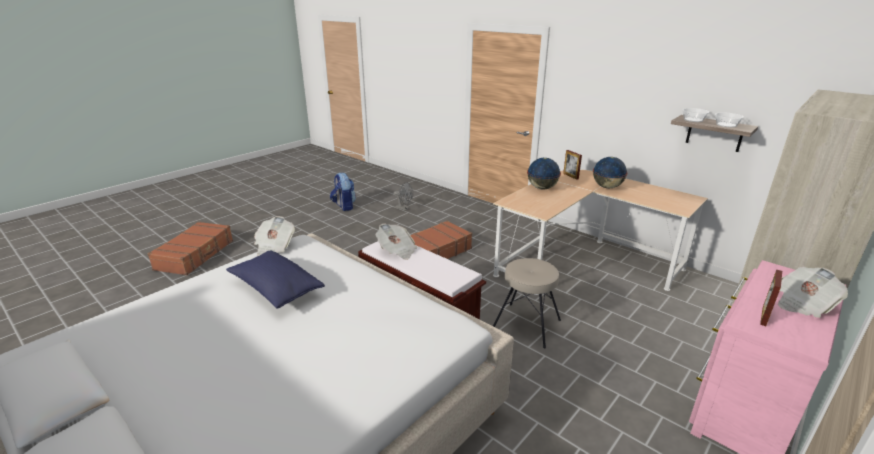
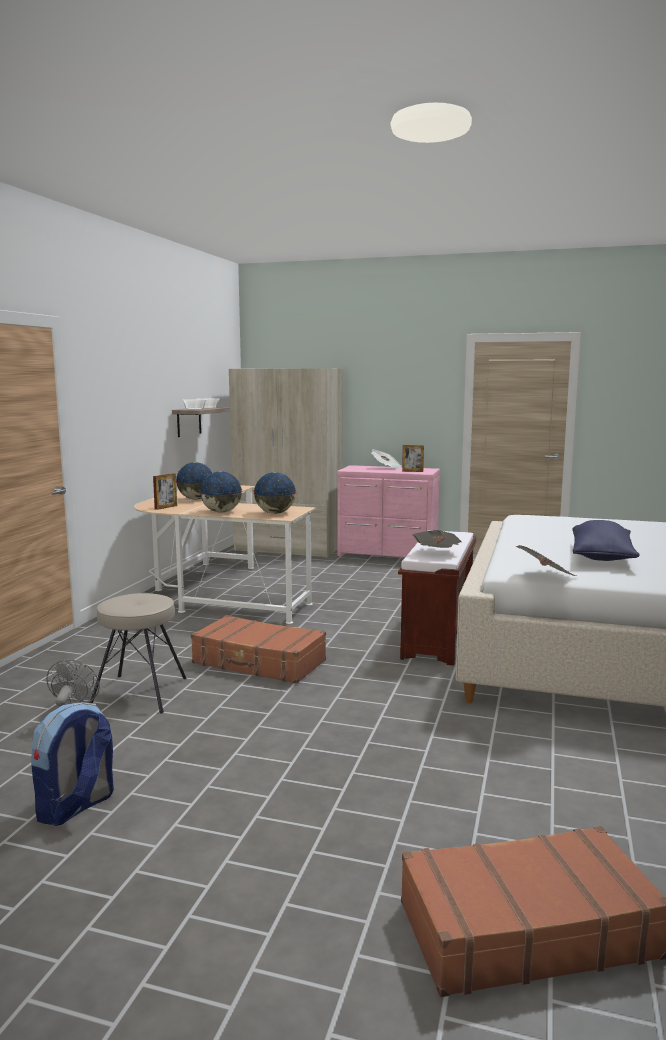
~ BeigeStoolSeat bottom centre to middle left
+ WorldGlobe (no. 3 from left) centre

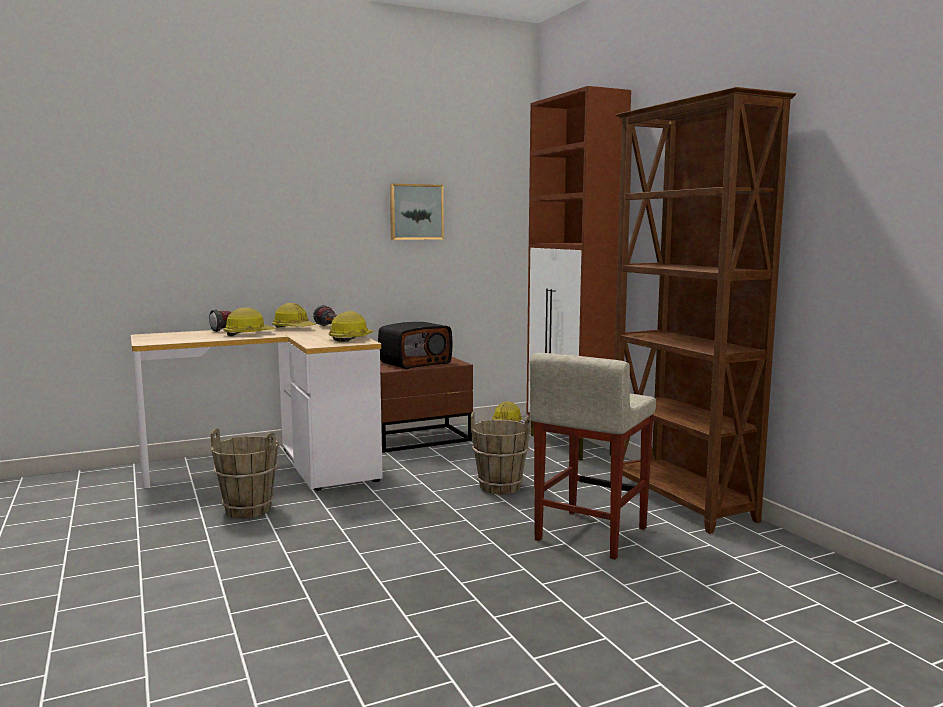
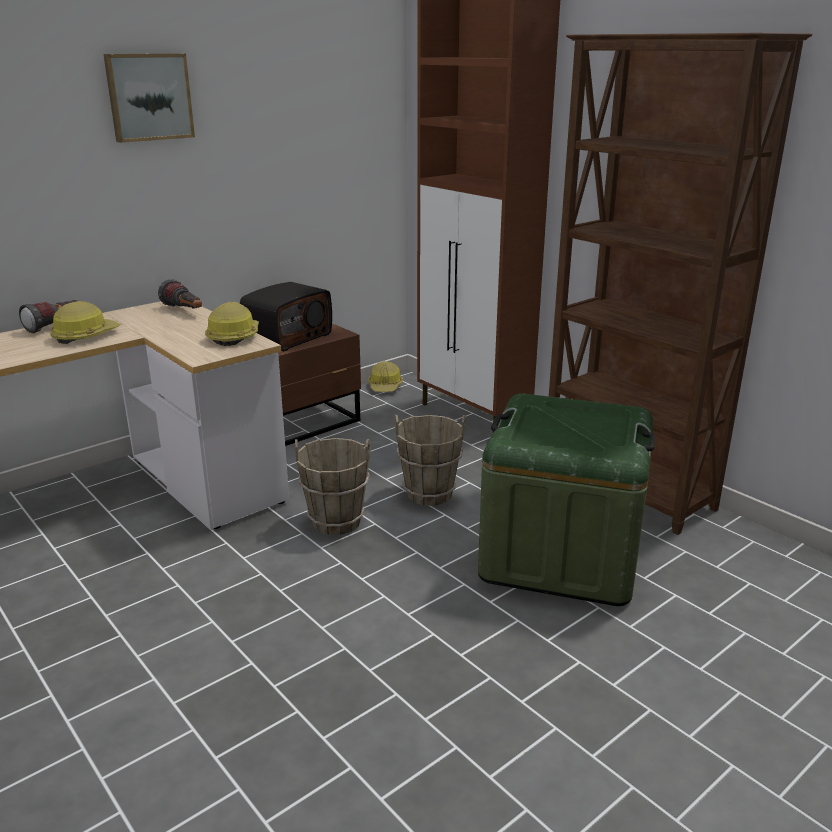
~ Picture top centre to top left
~ BrownishWaterBucket (no. 1 from left) bottom left to centre
~ BeigeStoolSeat centre to GreenColouredStorageBox middle right
- HardHat (no. 2 from left) middle left

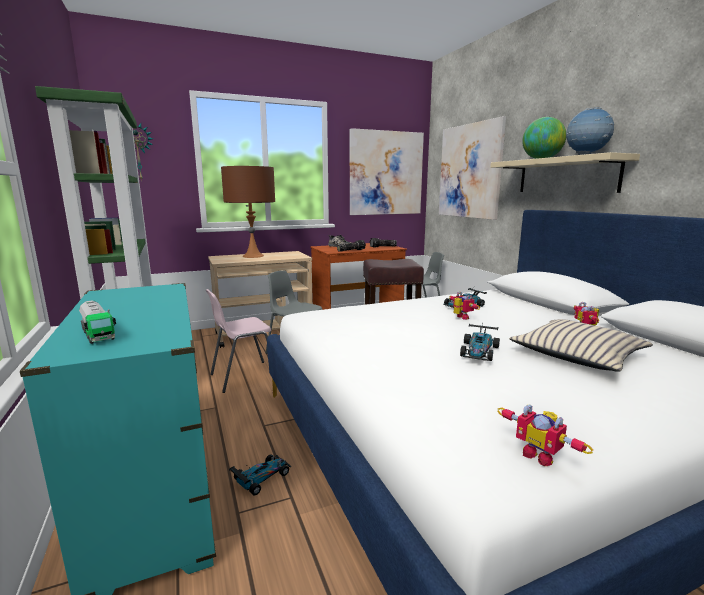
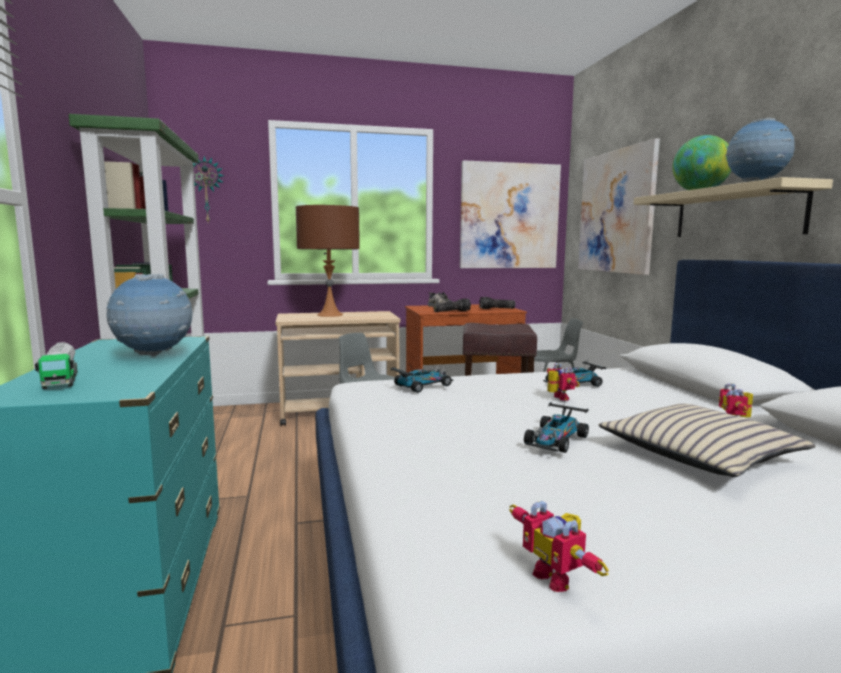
+ WorldGlobe (no. 1 from left) middle left
~ MiniatureCar (no. 1 from left) bottom centre to centre
- PinkUprightChair centre

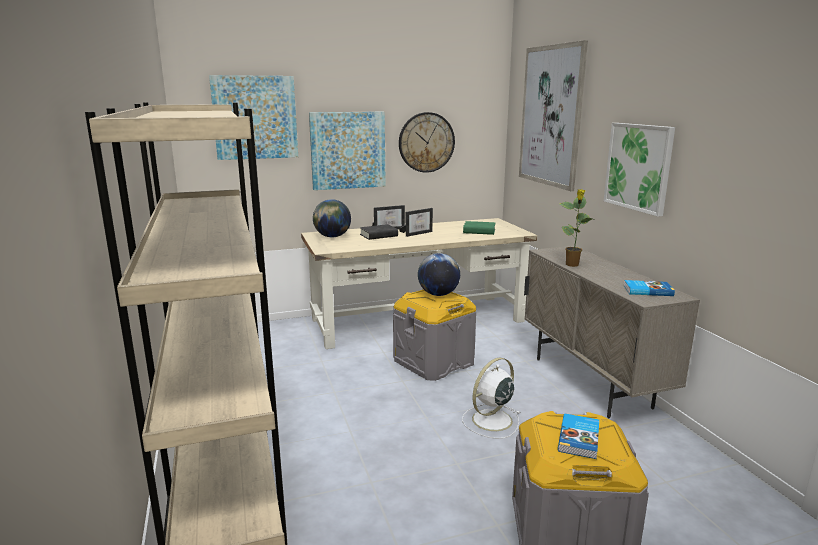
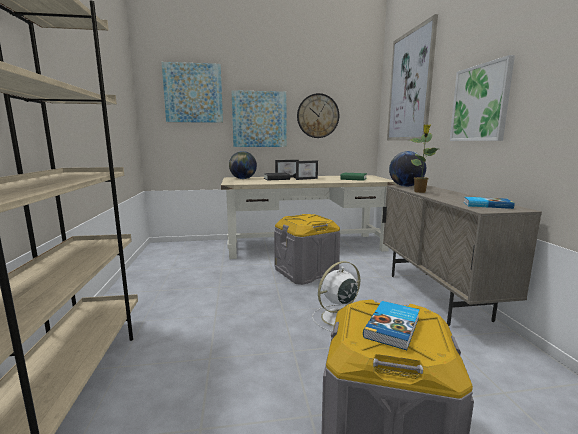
~ WorldGlobe (no. 2 from left) centre to middle right

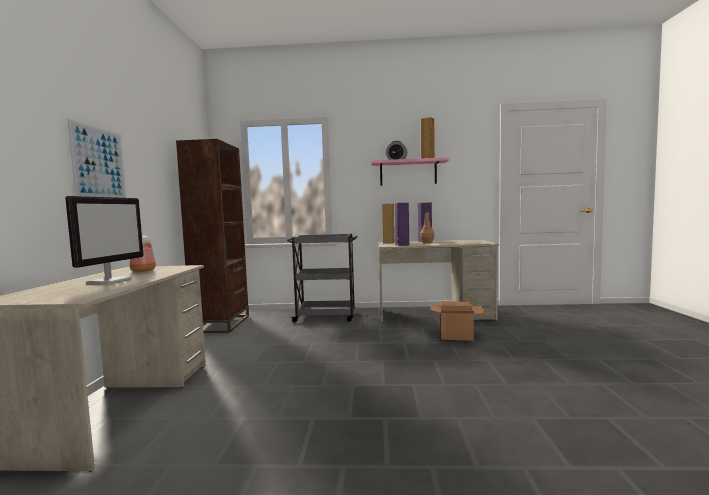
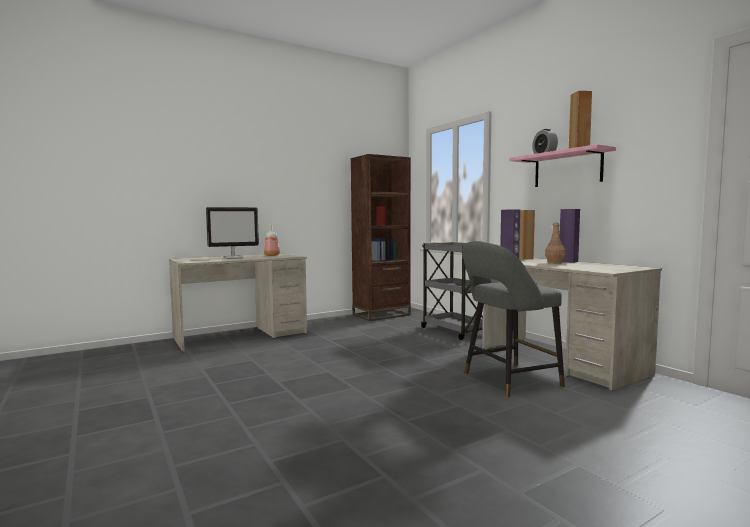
~ PackingBox centre to GreyishStoolSeat middle right
- Picture top left

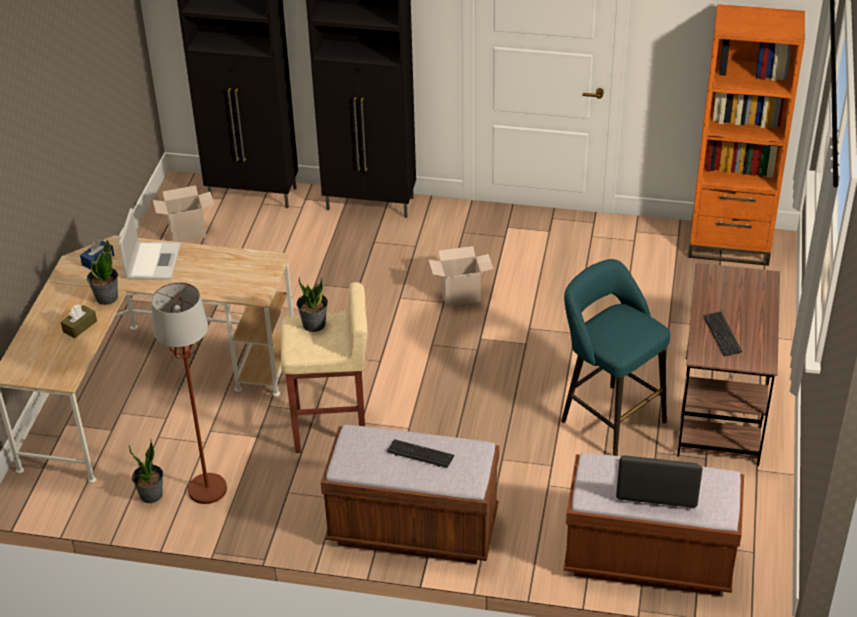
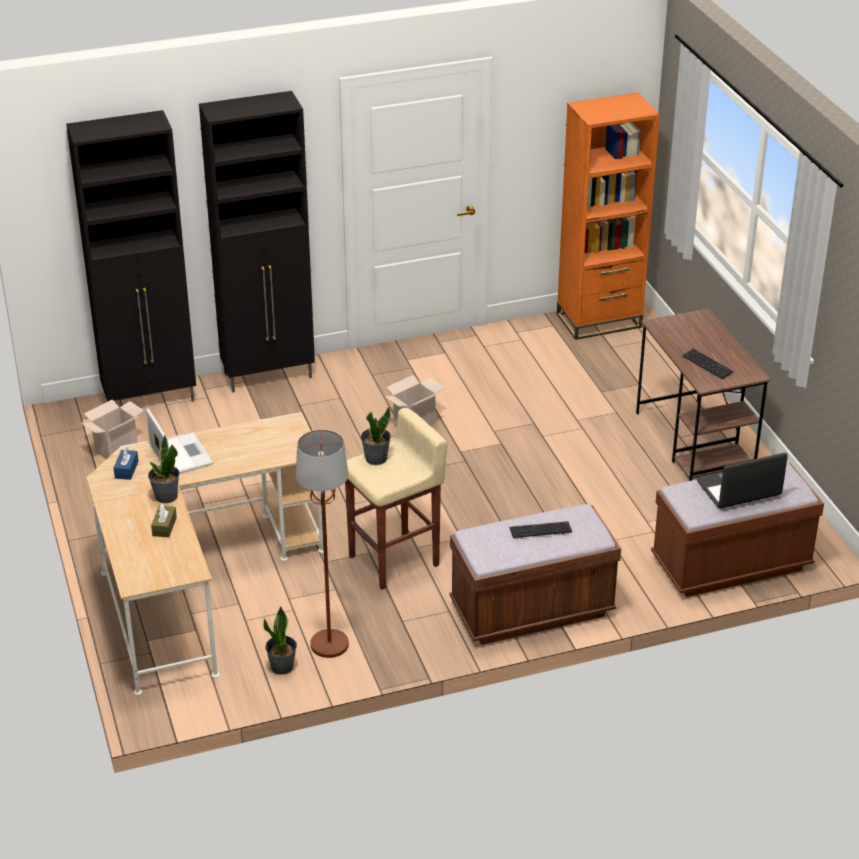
- BlueGreenStoolSeat middle right

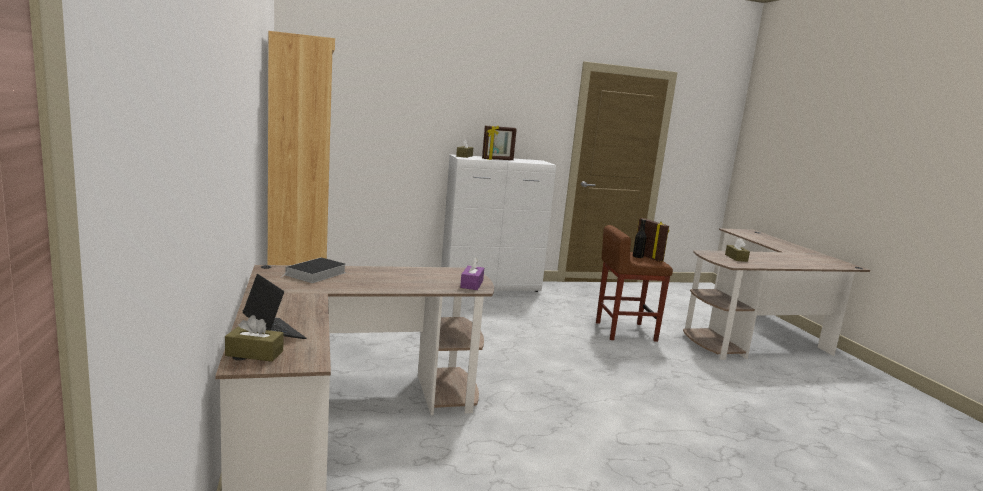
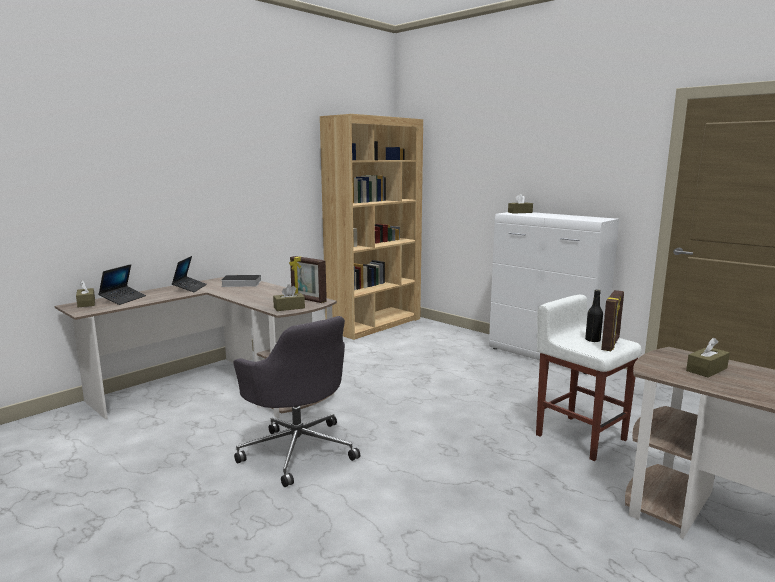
+ Laptop (no. 2 from left) middle left
+ GreyishOfficeChair bottom centre
~ PurpleColouredTissueBox centre to BrownishTissueBox (no. 2 from left) centre
~ PictureFrame (no. 1 from left) top centre to centre
~ BrownishStoolSeat centre to WhitishStoolSeat middle right

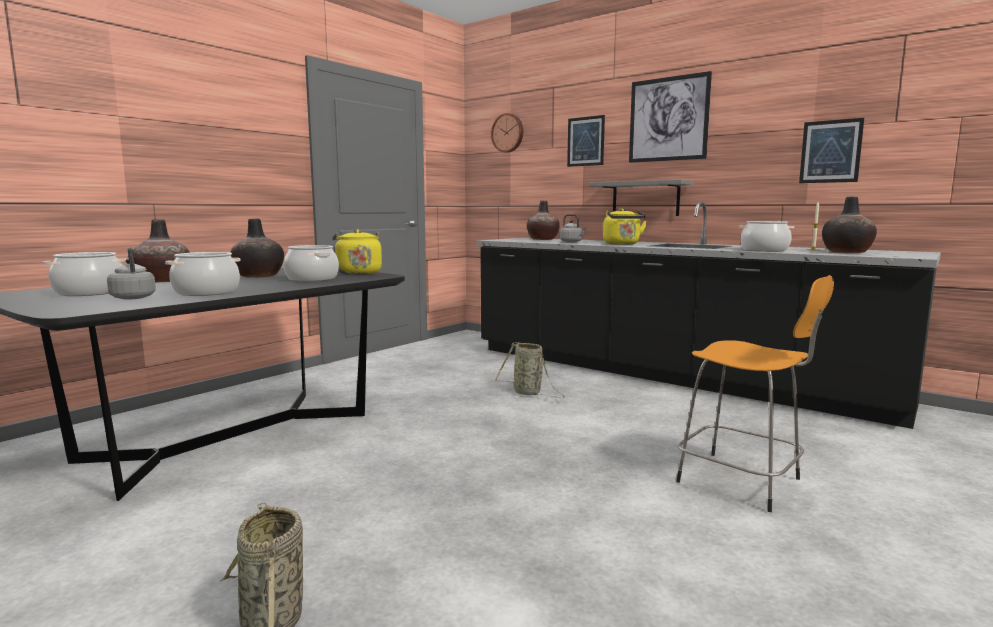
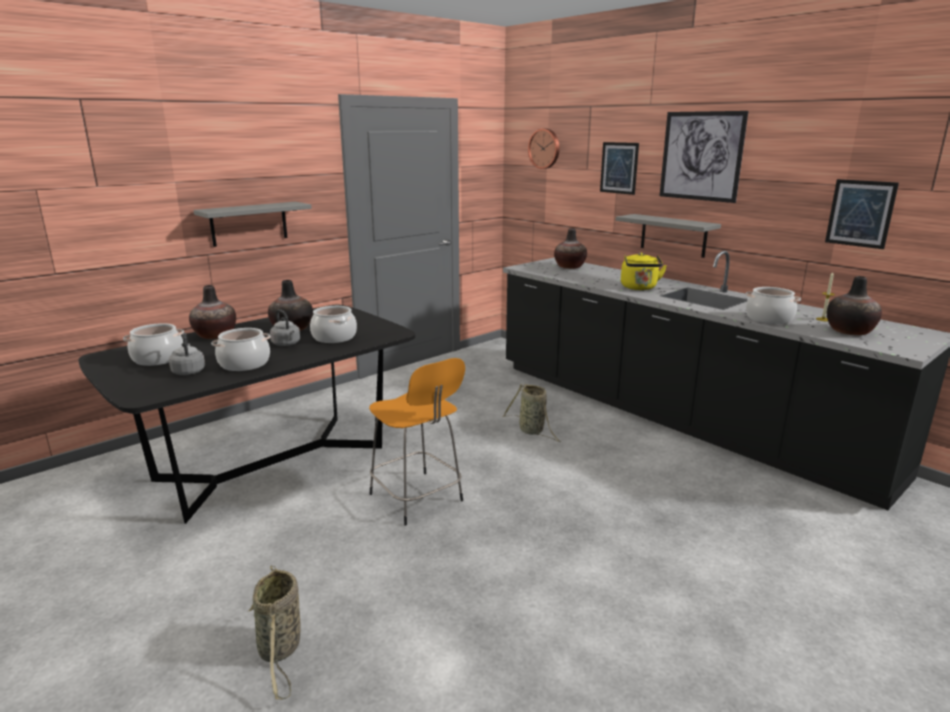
+ GreyishShelf (no. 1 from left) top left
~ GreyishKettle (no. 2 from left) centre to middle left
~ OrangeyStoolSeat middle right to centre
- YellowishKettle (no. 1 from left) centre

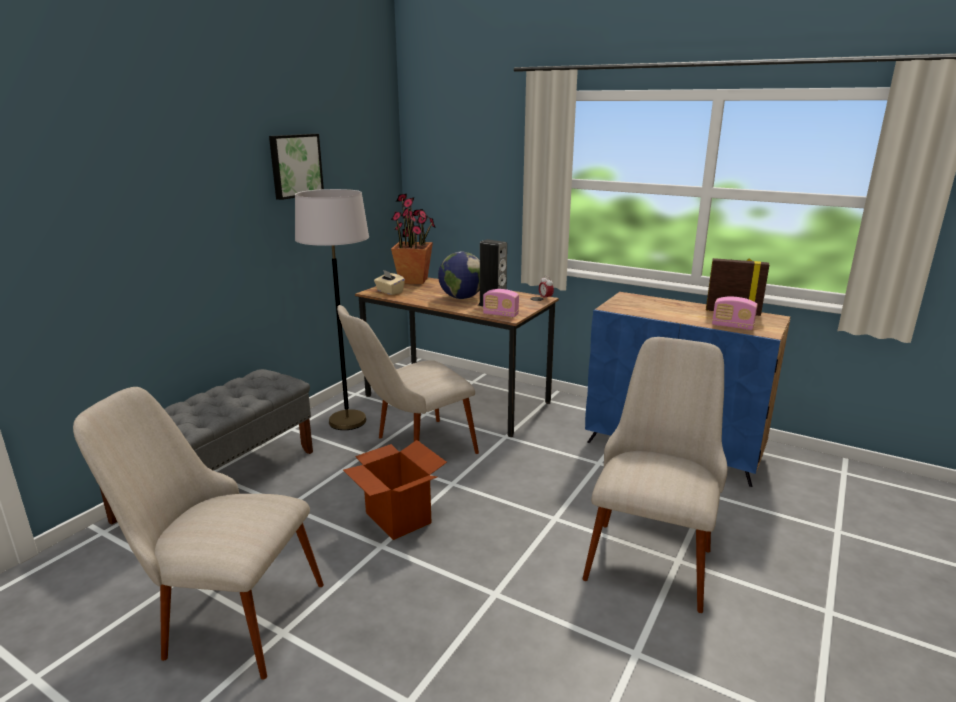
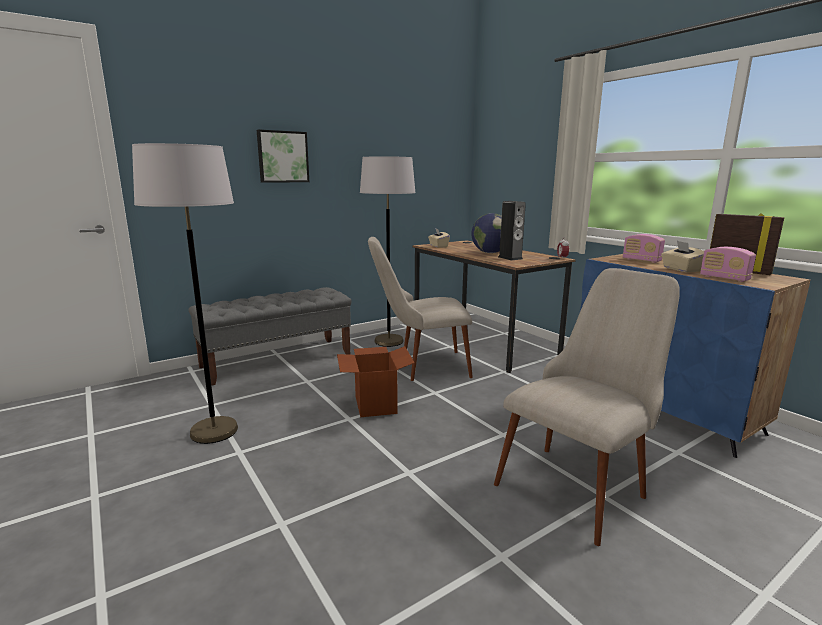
~ BeigeUprightChair (no. 1 from left) bottom left to GreyishStandardLamp (no. 1 from left) middle left
~ Picture top left to top centre
~ RadioReceiver (no. 1 from left) centre to middle right
+ BeigeTissueBox (no. 2 from left) middle right
- PlantInAPot centre

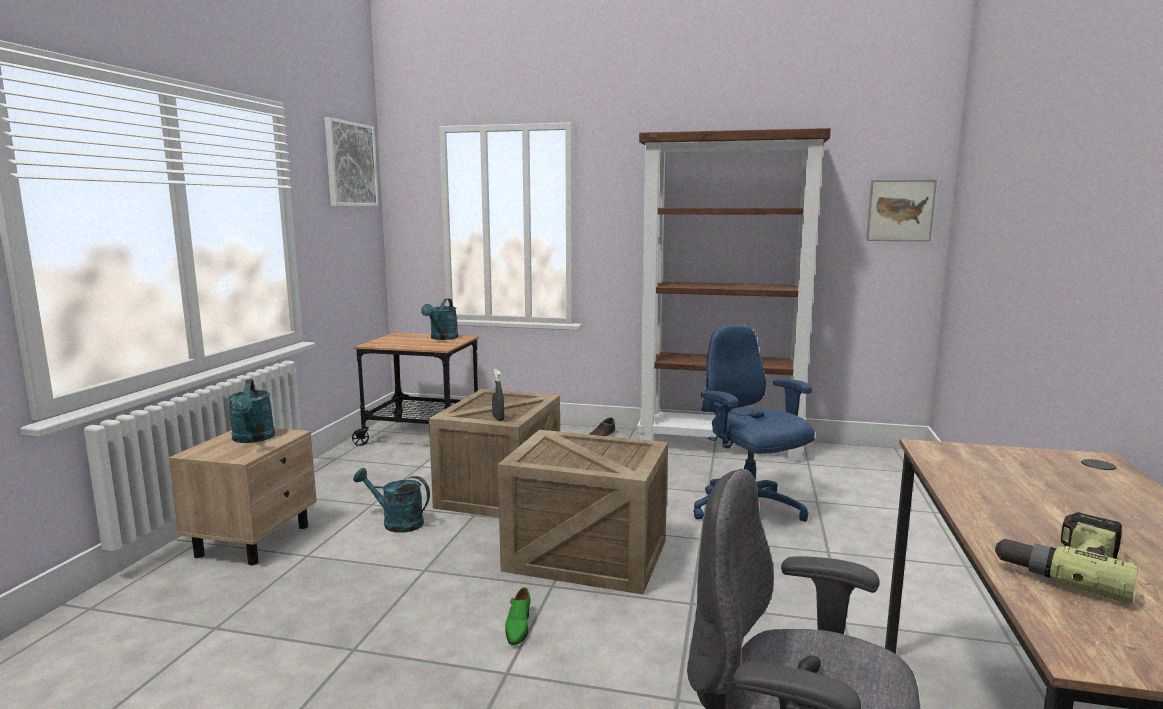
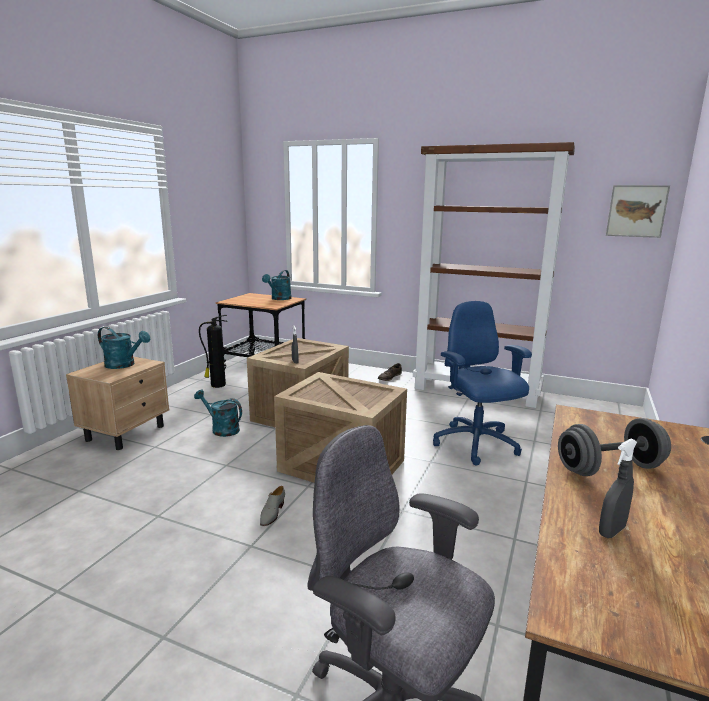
~ BlueGreenSprinklingCan (no. 1 from left) middle left = middle left 60 degrees counterclockwise
+ Extinguisher middle left
~ GreenColouredLowShoe bottom centre to GreyishLowShoe bottom centre
+ GreyishHandWeight middle right
~ Drill bottom right to GreyishSprayBottle (no. 2 from left) bottom right
- Picture (no. 1 from left) top left

